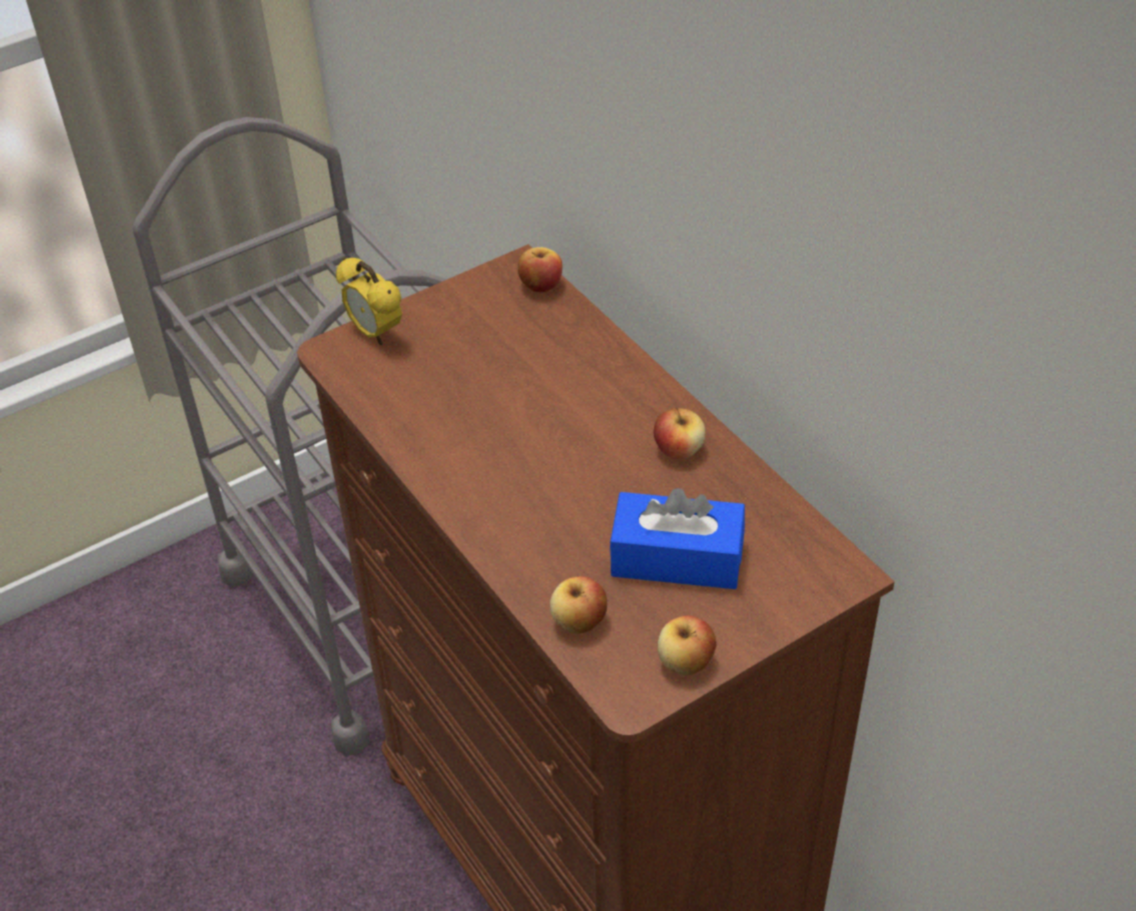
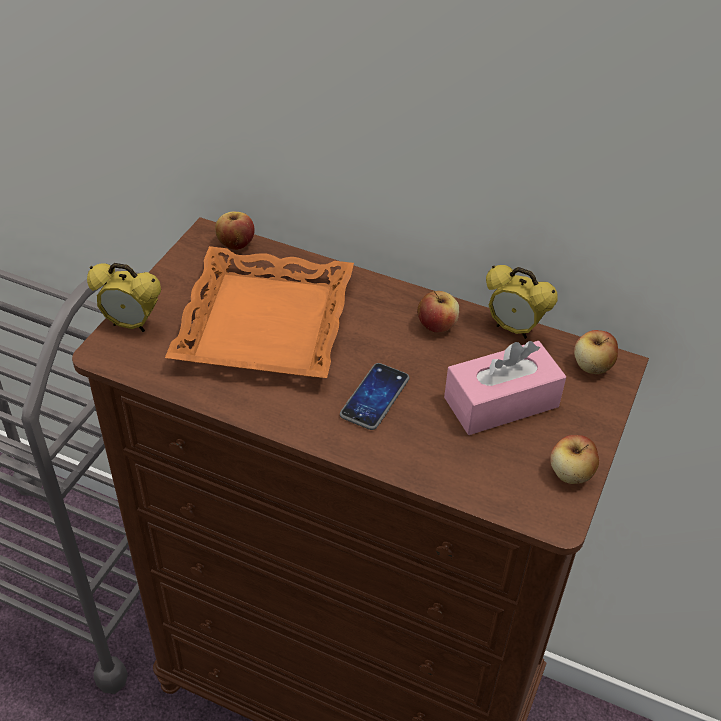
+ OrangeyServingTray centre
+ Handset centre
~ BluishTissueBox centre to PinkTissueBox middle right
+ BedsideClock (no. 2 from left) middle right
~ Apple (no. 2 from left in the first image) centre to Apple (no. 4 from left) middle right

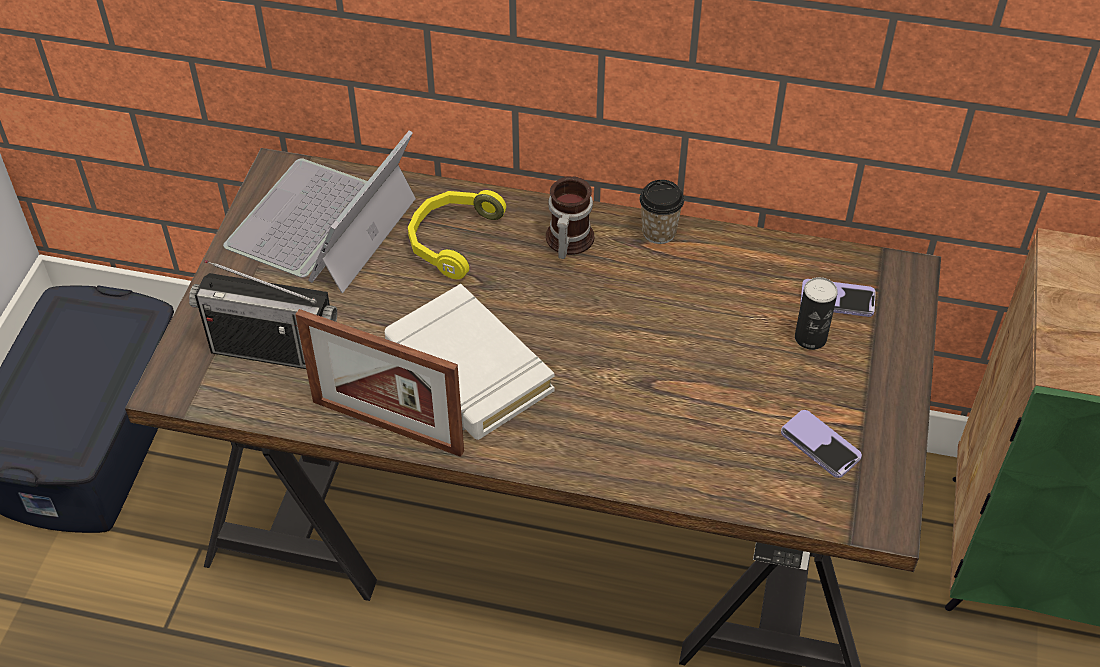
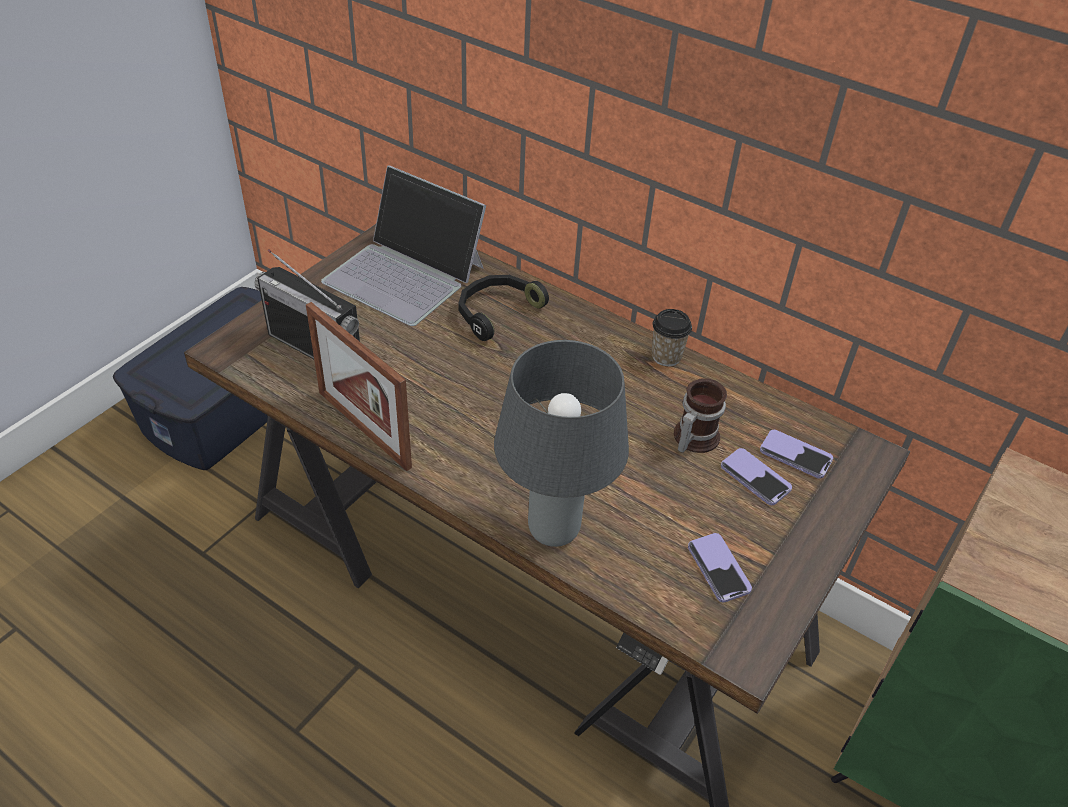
~ Laptop top left = top centre 105 degrees counterclockwise
~ YellowishHeadphones centre to BlackColouredHeadphones centre
+ GreyishTableLamp centre
~ Mug top centre to centre
~ Can middle right to Handset (no. 2 from left) middle right
- WhitishVolume centre

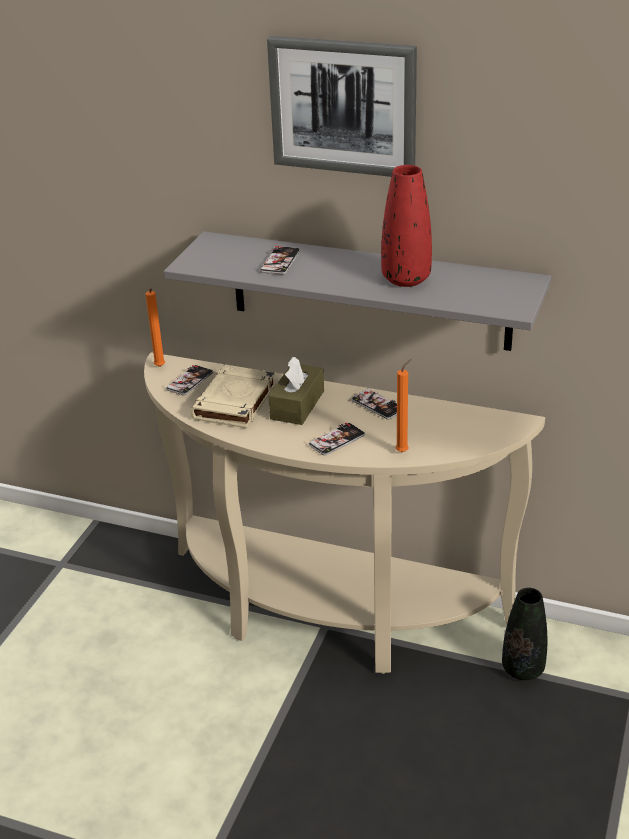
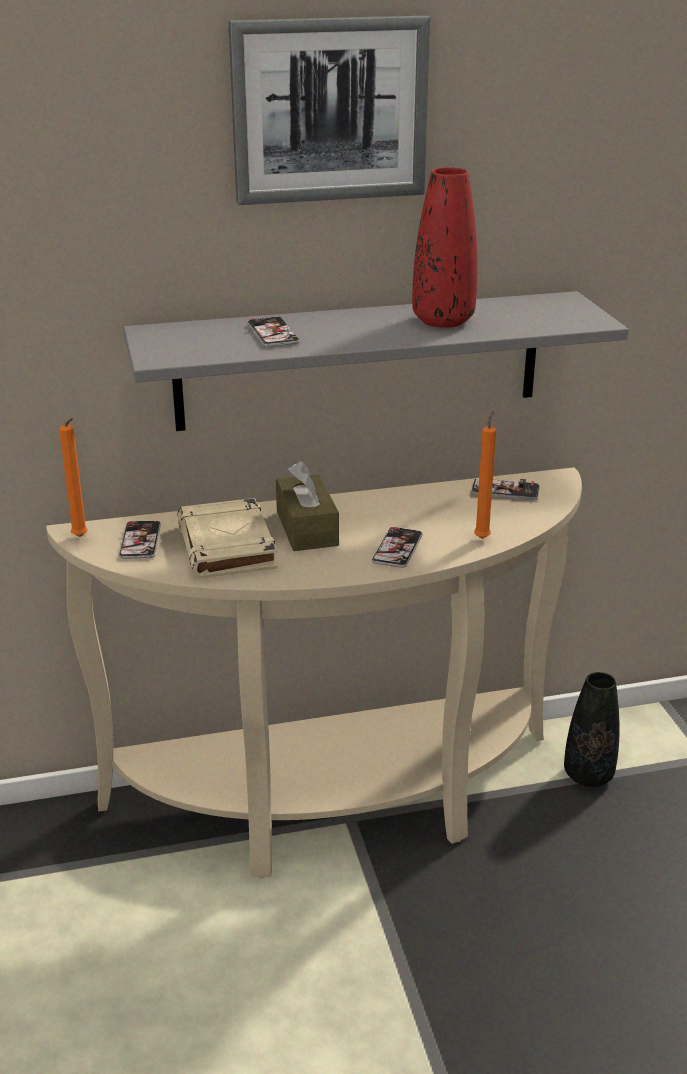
~ Handset (no. 4 from left) centre to middle right

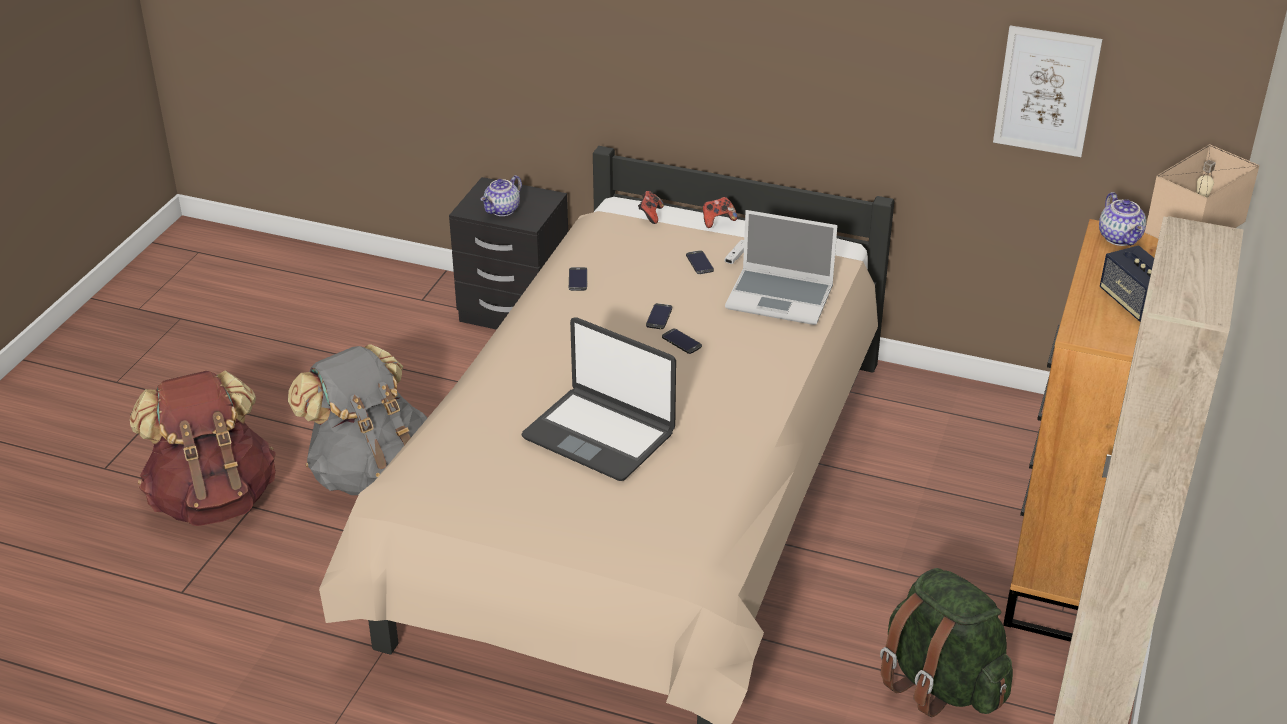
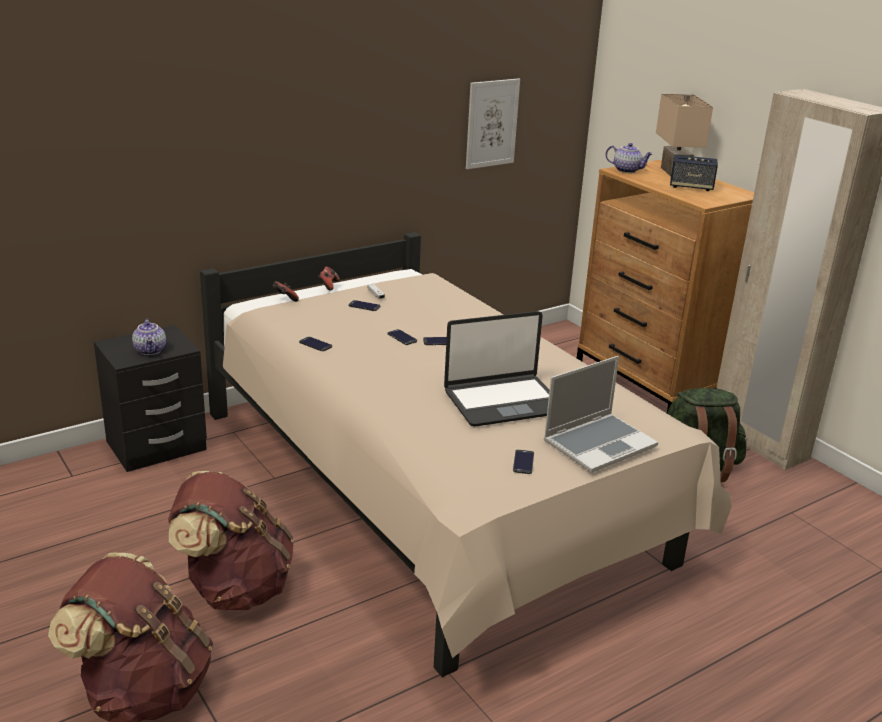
~ GreyishBackpack middle left to BrownishBackpack (no. 2 from left) bottom left
+ Handset (no. 5 from left) centre
~ Laptop (no. 2 from left) centre to middle right

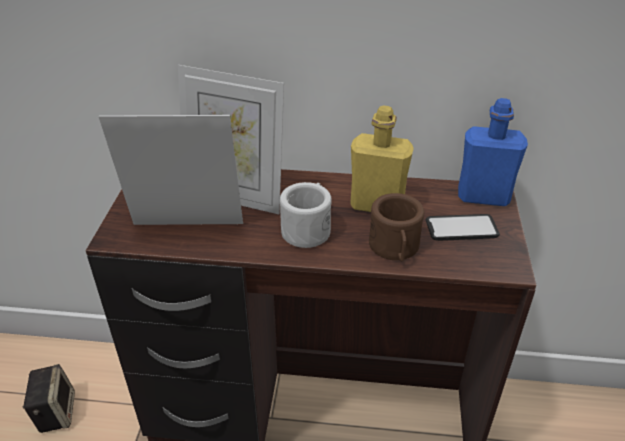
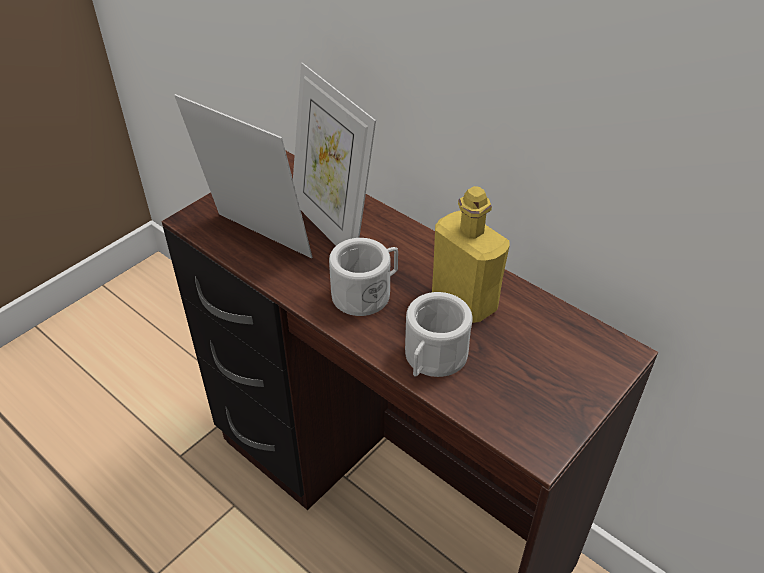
~ BrownishMug centre to WhitishMug (no. 2 from left) centre
- AudioSpeaker bottom left
- Handset middle right
- BluishDrinkBottle middle right

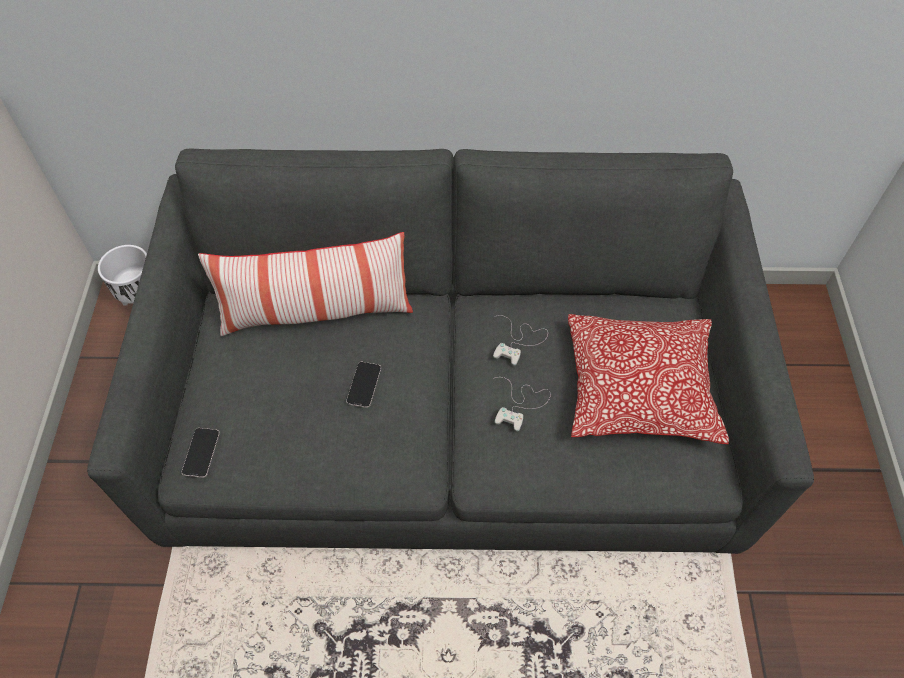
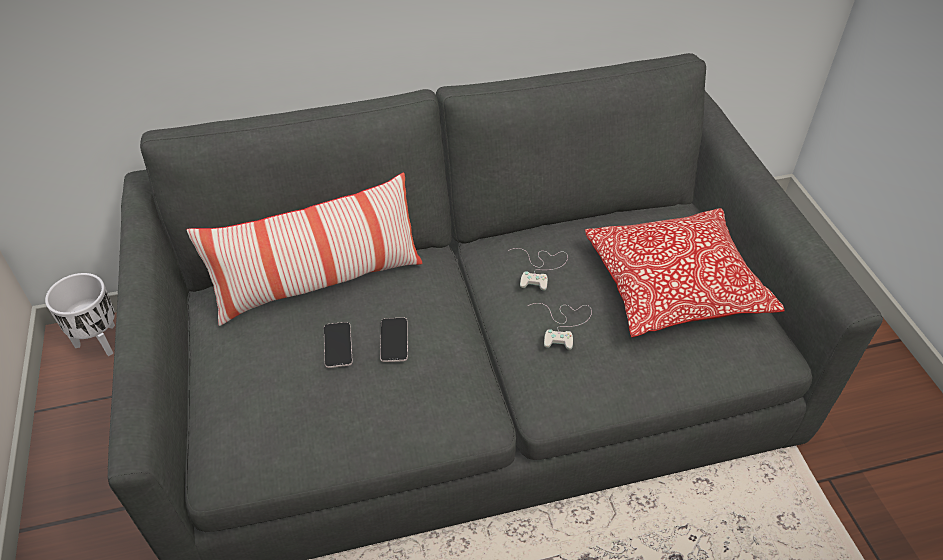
~ Handset (no. 1 from left) bottom left to centre

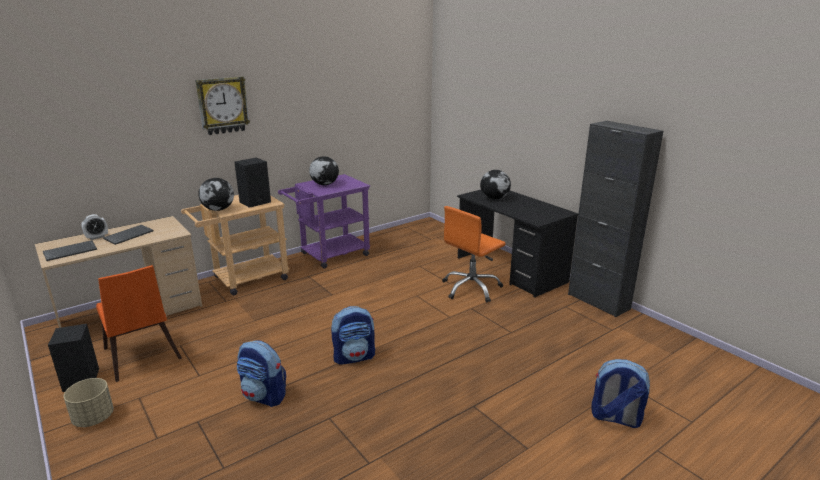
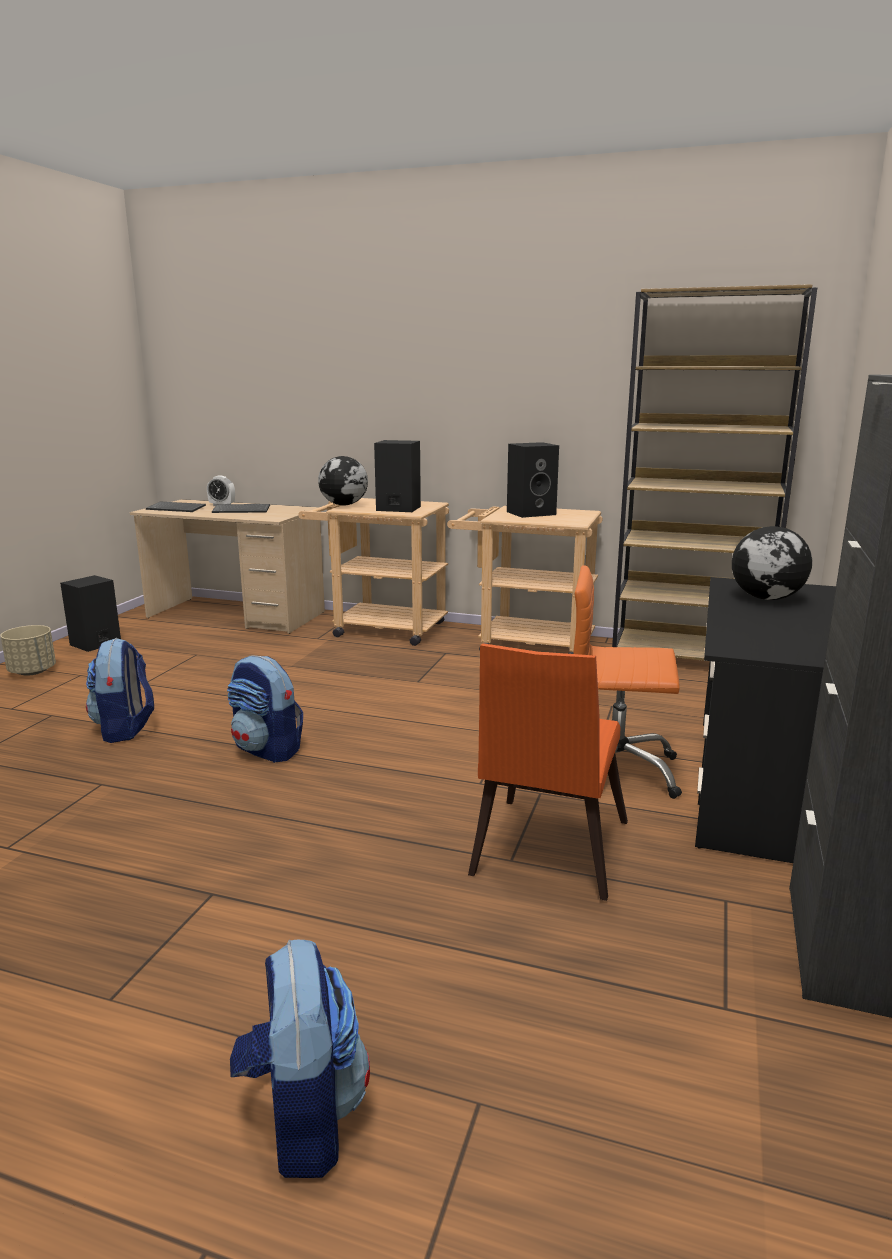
~ PurpleColouredWheeledCart centre to BeigeWheeledCart (no. 2 from left) centre
~ OrangeyUprightChair bottom left to centre
~ WorldGlobe (no. 2 from left) centre to BlackColouredAudioSpeaker (no. 3 from left) centre
+ BrownishShelvingUnit middle right
- ClockOnTheWall top left

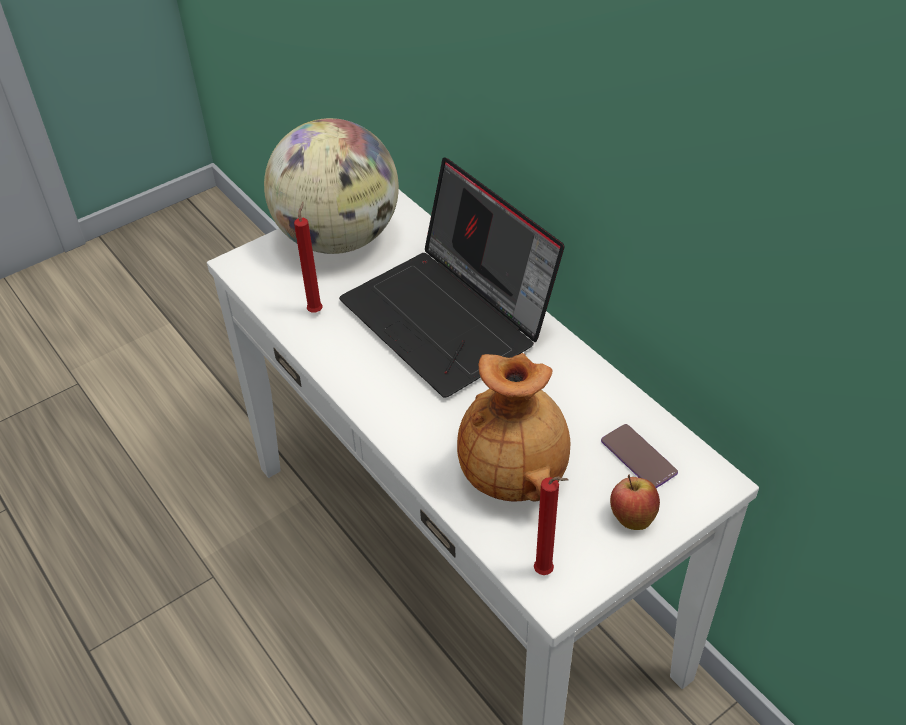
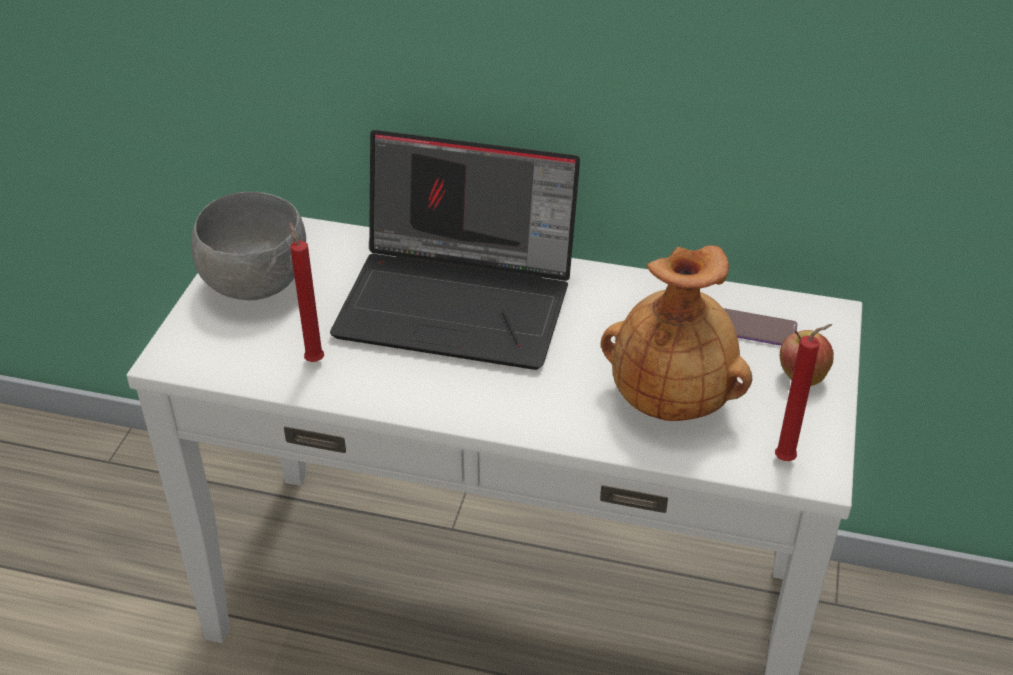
~ WorldGlobe top centre to GreyishBowl middle left

